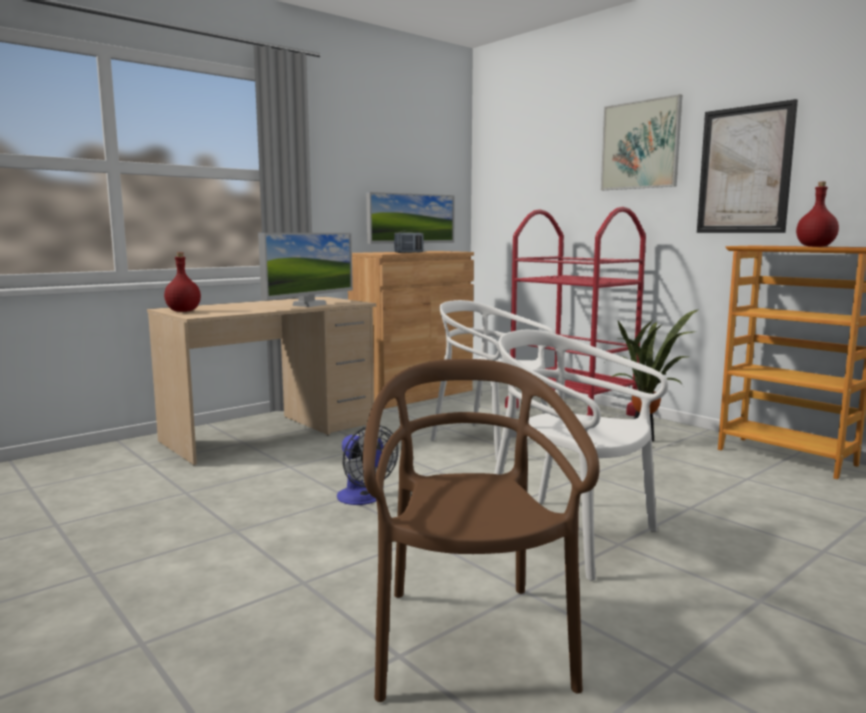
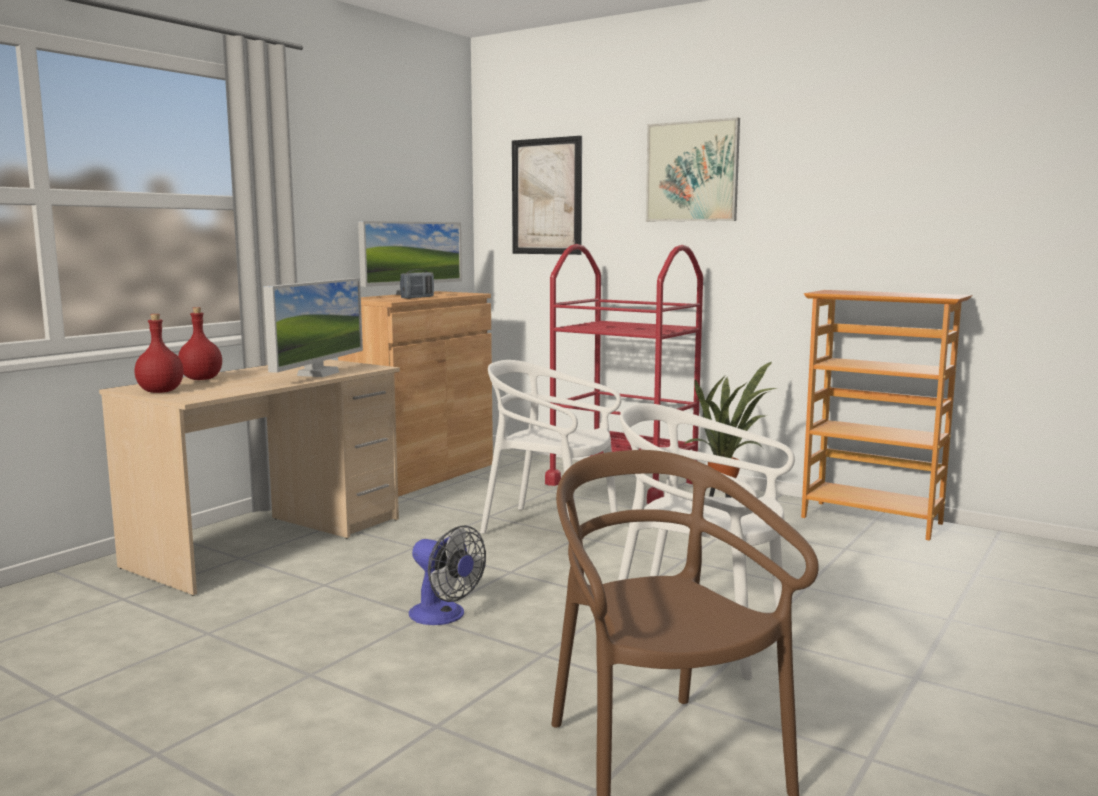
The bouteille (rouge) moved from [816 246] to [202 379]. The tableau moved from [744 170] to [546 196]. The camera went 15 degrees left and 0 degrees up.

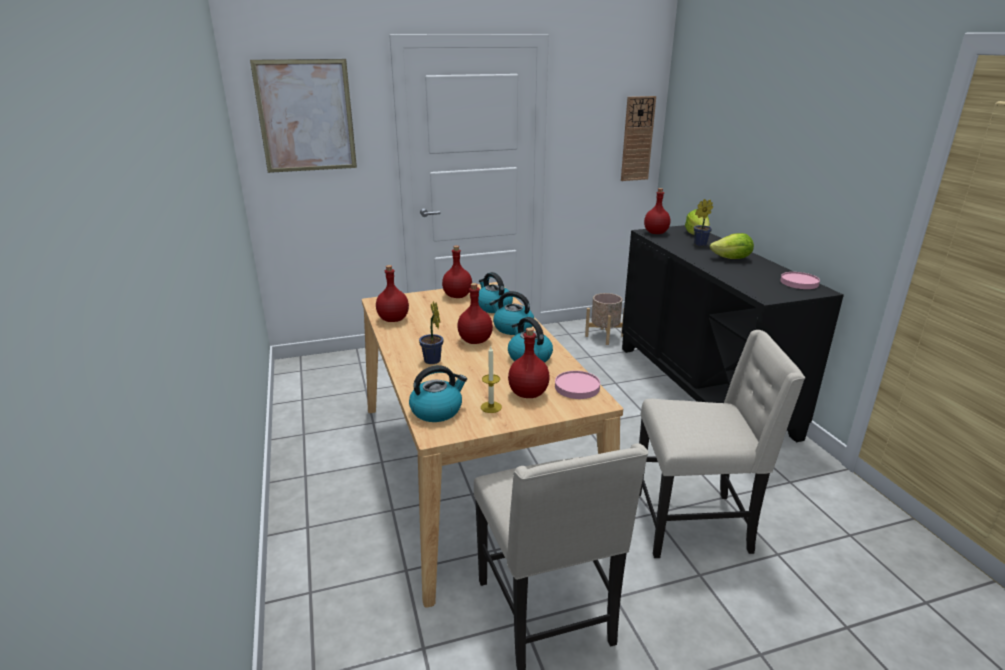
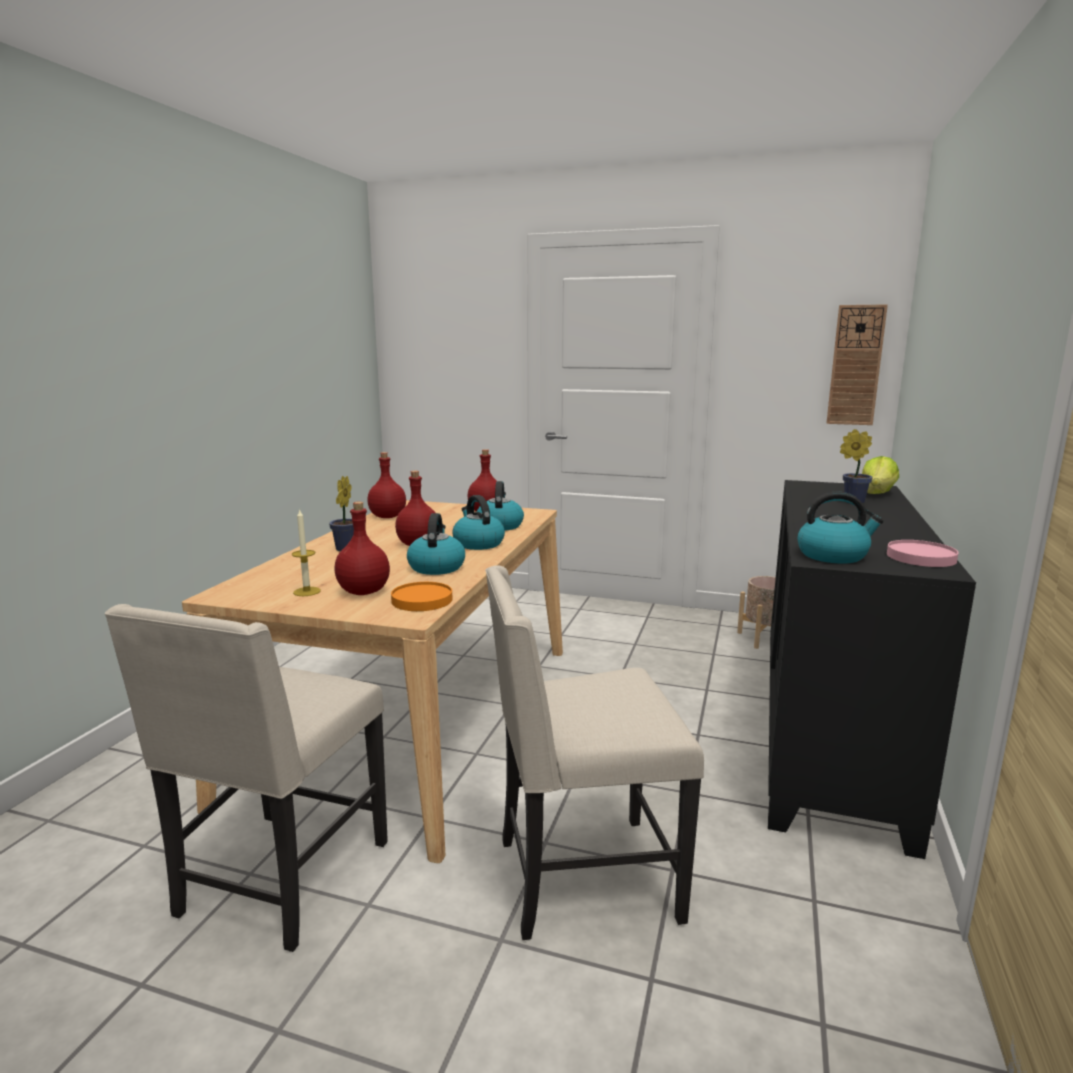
The assiette (rose) at [577 387] became the assiette (orange) at [422 600]. The chaise (beige) at [694 523] turned 135 degrees clockwise. The bouilloire moved from [437 410] to [833 555]. The tableau at [306 116] disappeared. The bouteille (rouge) at [655 233] disappeared. The laitue at [732 259] disappeared. The camera went 35 degrees right and 10 degrees down.

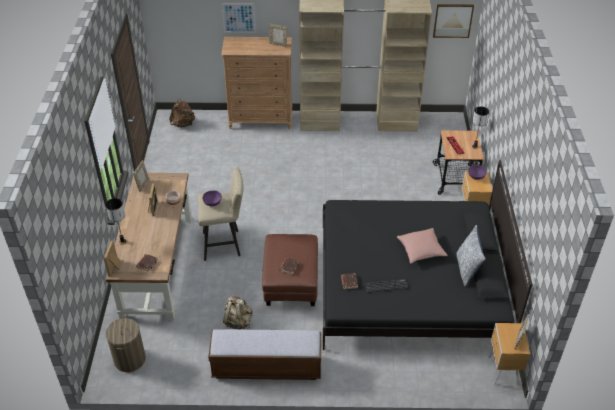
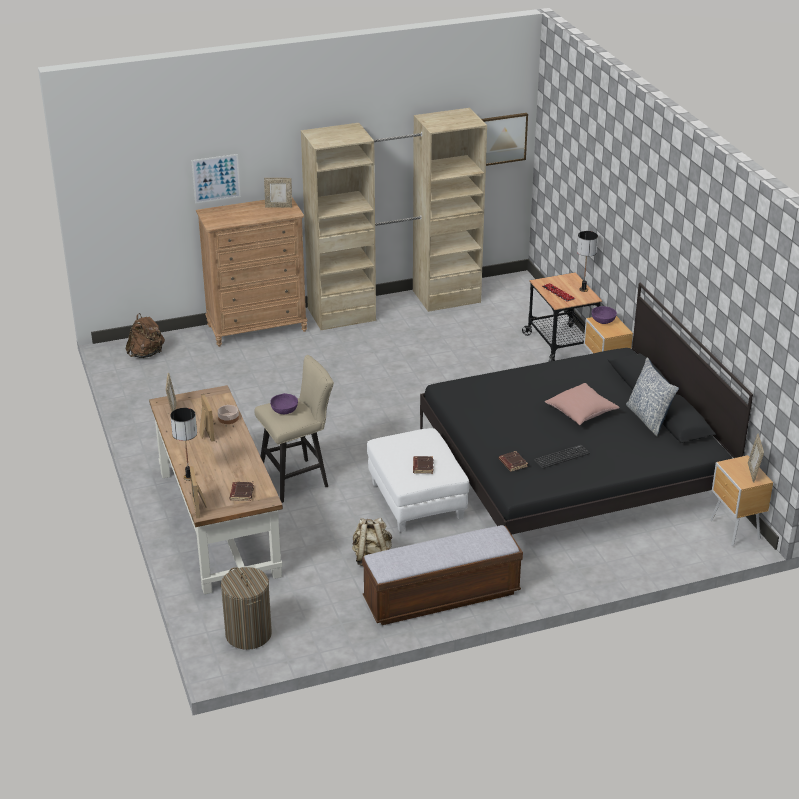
The pouf (marron) at [291 283] became the pouf (blanc) at [417 501]. The camera went 20 degrees left and 10 degrees down.

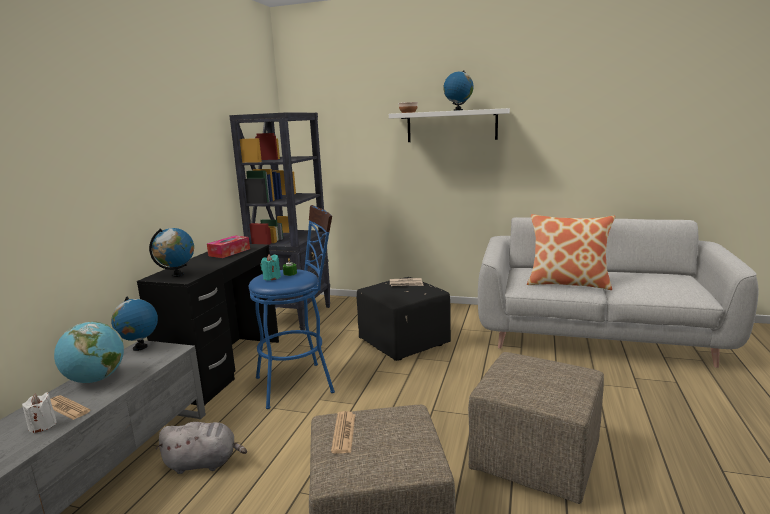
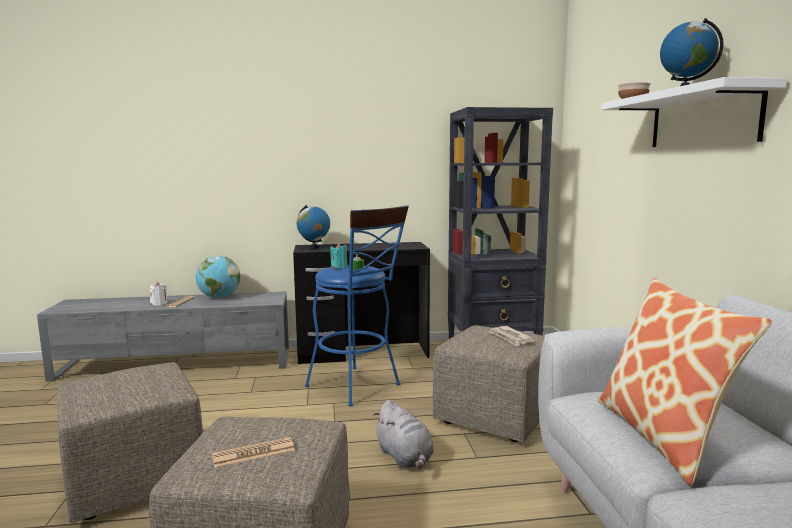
The journal moved from [343 433] to [253 453]. The peluche (gris) moved from [204 463] to [405 458]. The pouf (noir) at [405 343] became the pouf (beige) at [494 418]. The globe at [140 348] disappeared. The boîte à mouchoirs at [229 252] disappeared. The camera went 65 degrees right and 5 degrees down.

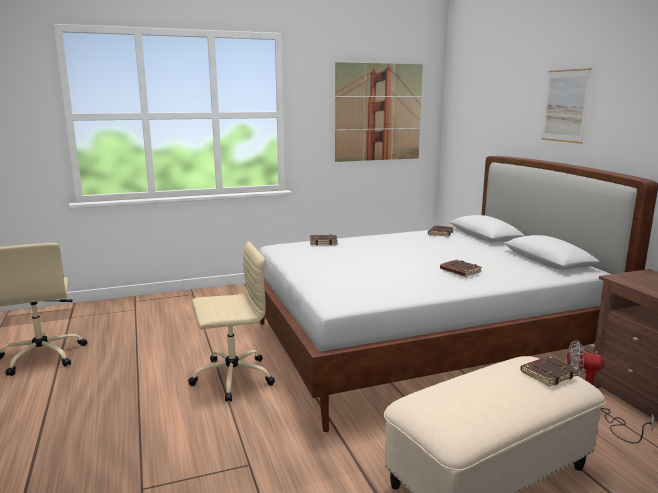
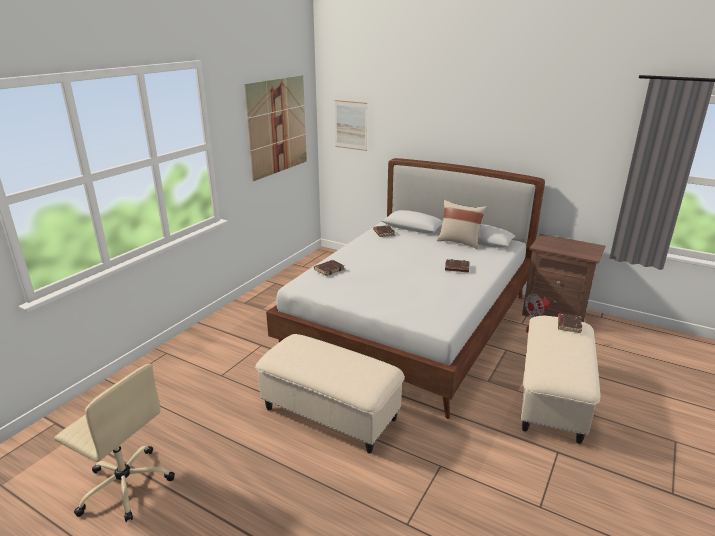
The chaise de bureau (beige) at [231 377] was replaced by the pouf (beige) at [331 413]. The tableau moved from [565 106] to [350 125]. The coussin (beige) at [459 242] appeared. The camera went 40 degrees left and 10 degrees up.

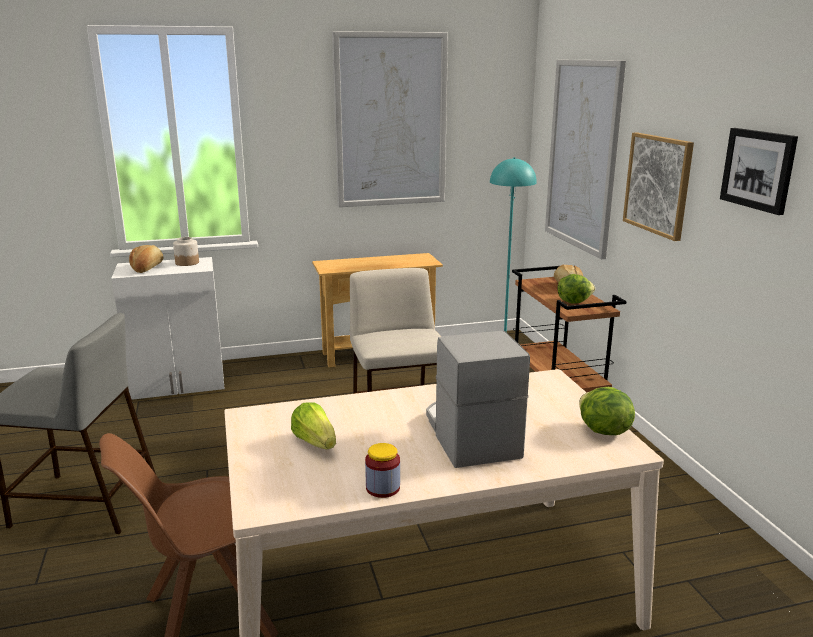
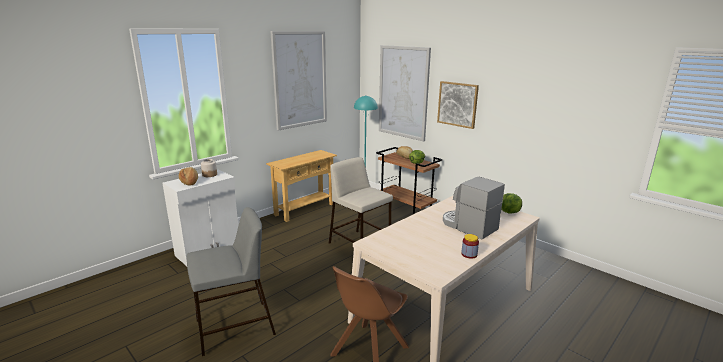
The laitue at [315 442] disappeared. The tableau at [758 169] disappeared. The camera went 30 degrees left and 0 degrees up.

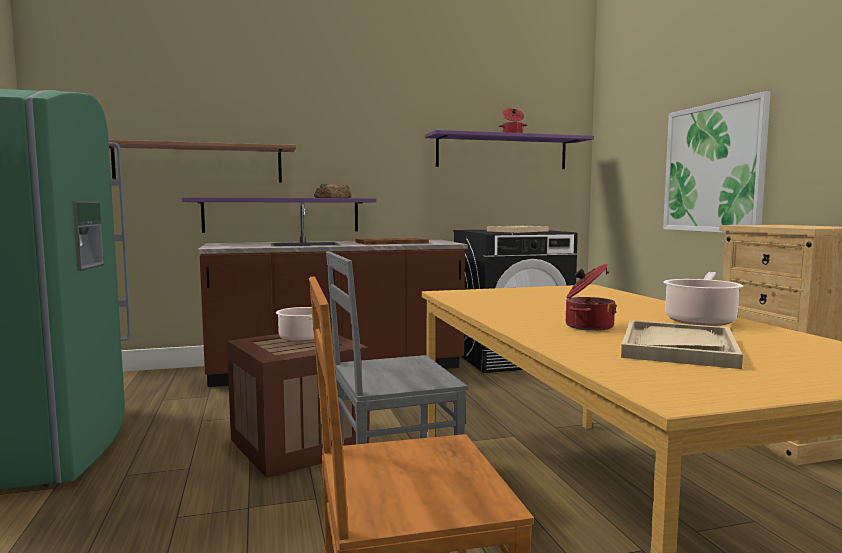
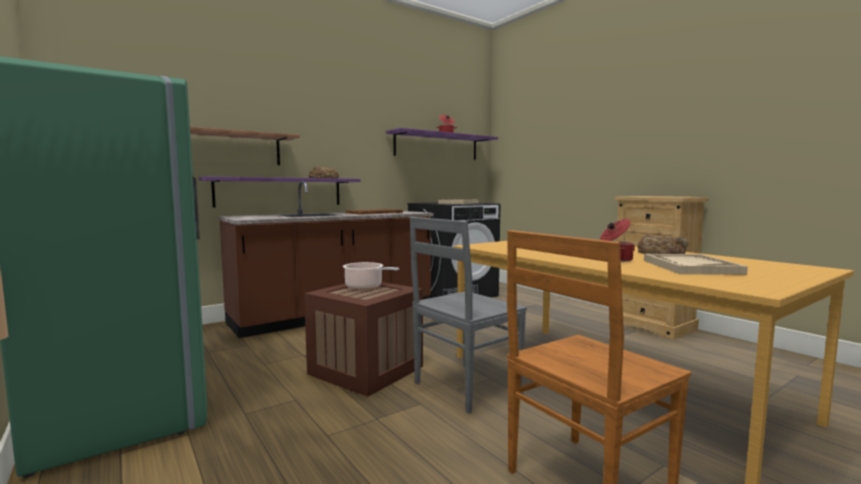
The marmite at [700 320] was replaced by the pain at [661 253]. The tableau at [713 168] disappeared. The camera went 20 degrees left and 0 degrees up.

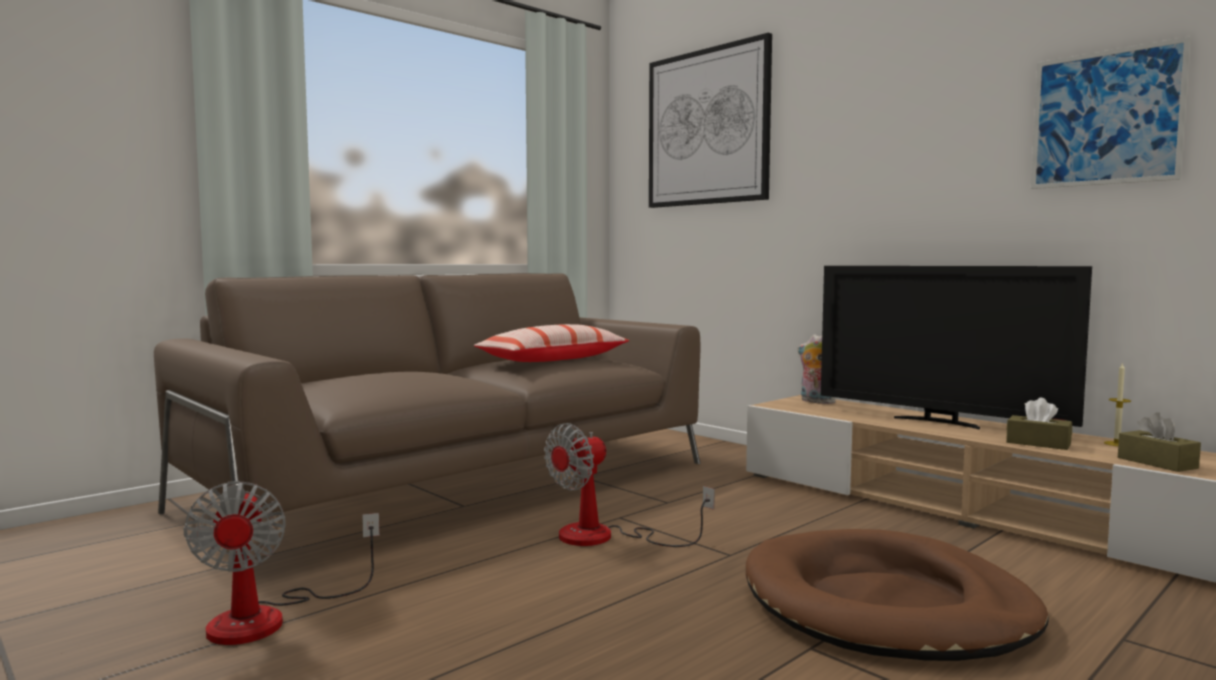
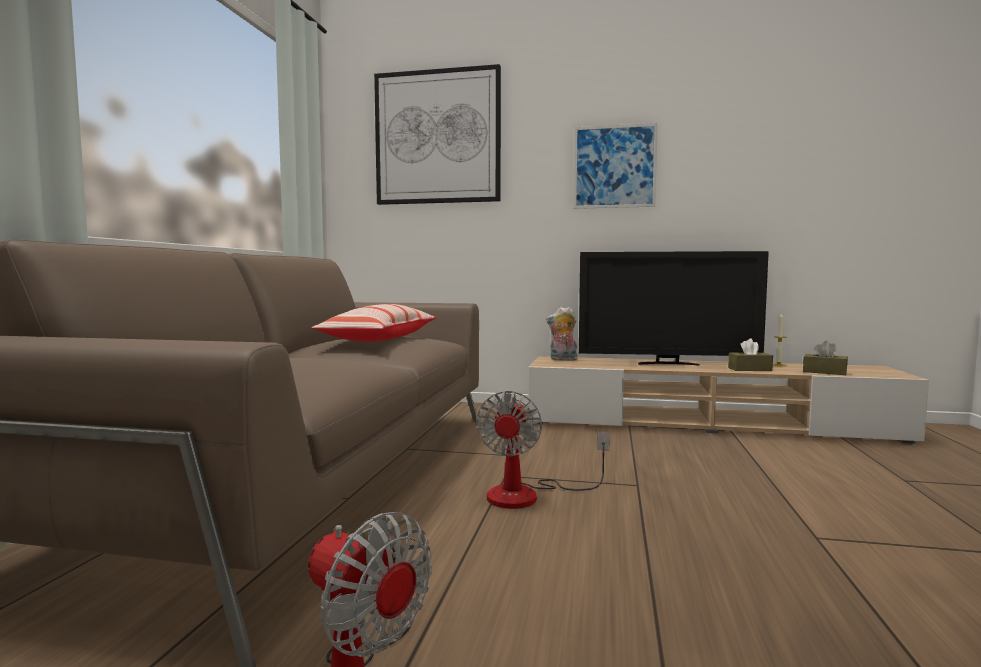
The tableau moved from [1105 118] to [614 166]. The panier pour chien (marron) at [886 605] disappeared. The camera went 35 degrees left and 0 degrees up.

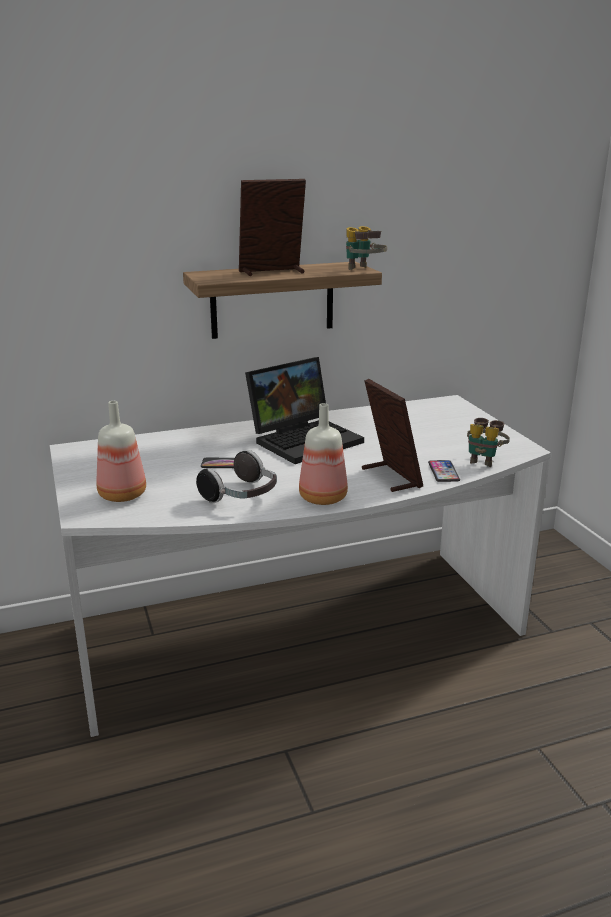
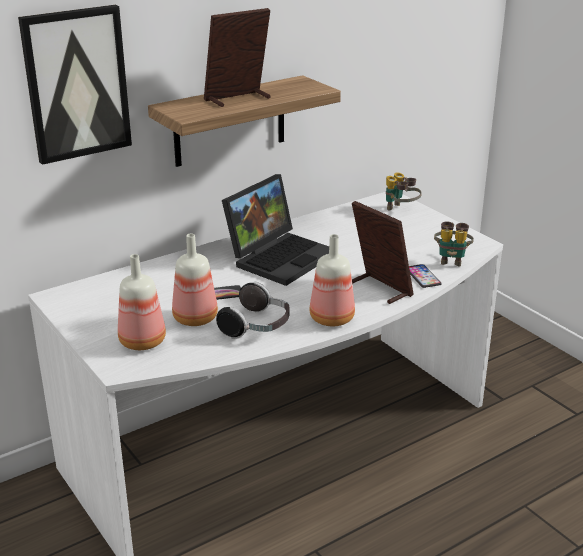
The tableau at [76 84] appeared. The bouteille at [196 319] appeared. The jumelles moved from [363 270] to [400 210]. The camera went 15 degrees left and 5 degrees up.

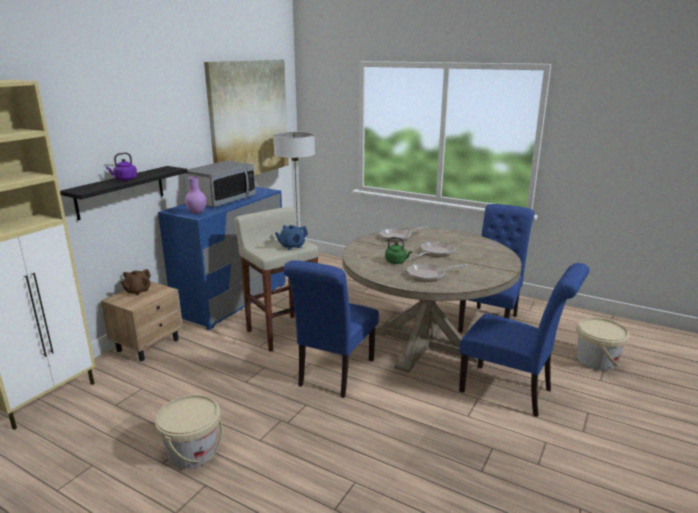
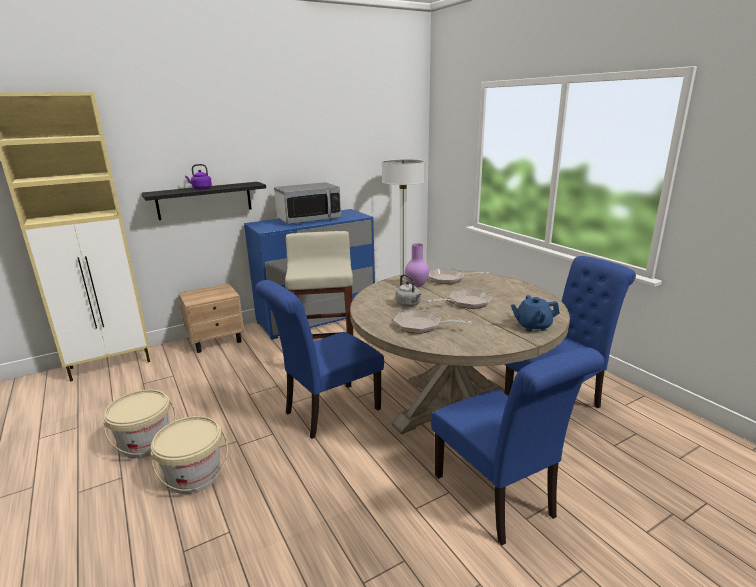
The seau (beige) moved from [596 360] to [194 476]. The bouilloire (vert) at [396 262] became the bouilloire (gris) at [409 304]. The vase (violet) moved from [197 213] to [417 285]. The théière (bleu) moved from [291 246] to [532 326]. The théière (marron) at [137 291] disappeared. The tableau at [249 119] disappeared. The camera went 30 degrees right and 0 degrees up.

